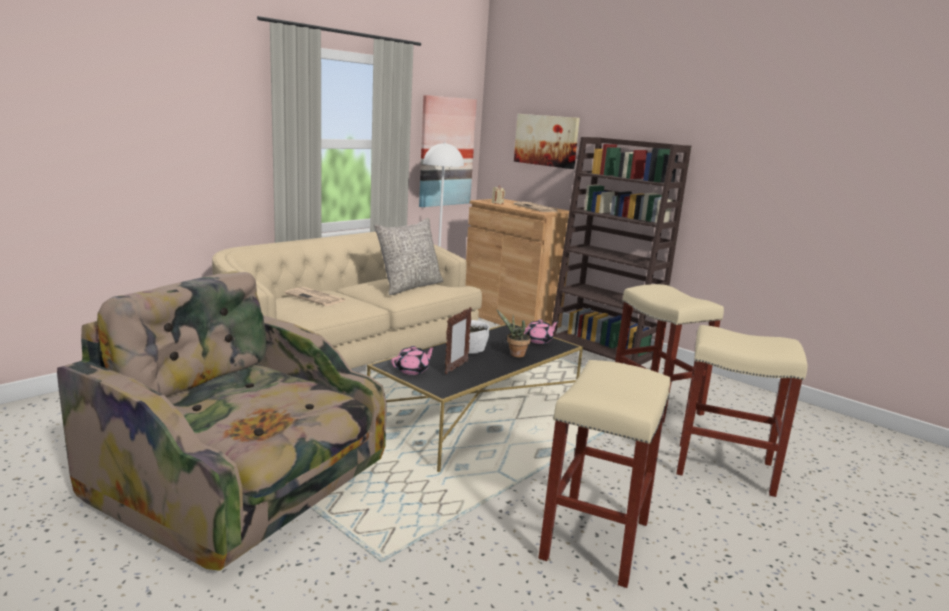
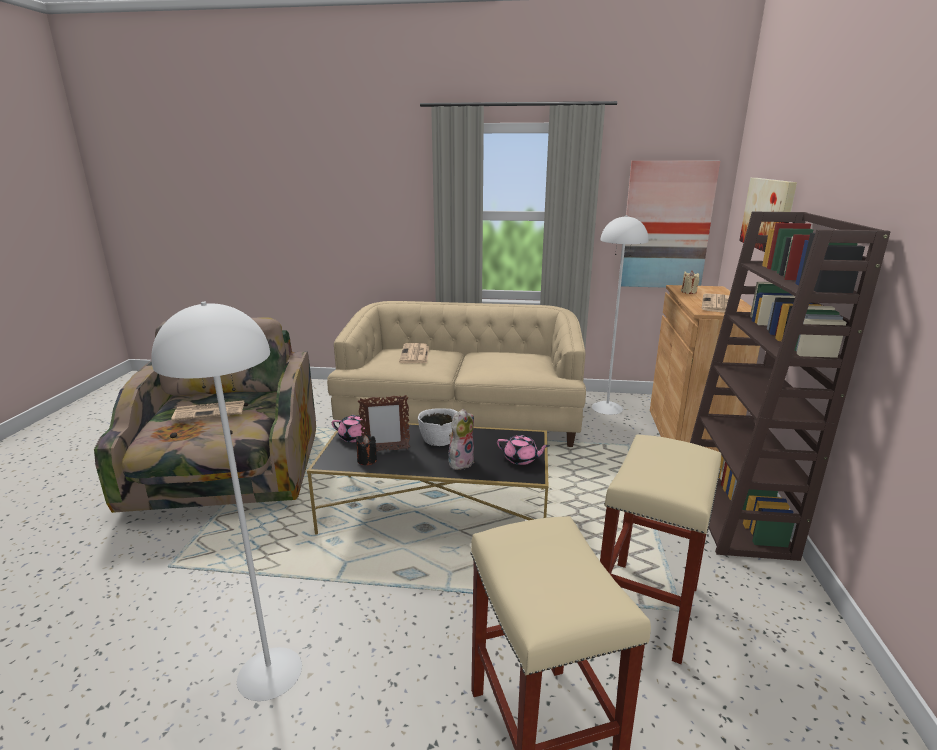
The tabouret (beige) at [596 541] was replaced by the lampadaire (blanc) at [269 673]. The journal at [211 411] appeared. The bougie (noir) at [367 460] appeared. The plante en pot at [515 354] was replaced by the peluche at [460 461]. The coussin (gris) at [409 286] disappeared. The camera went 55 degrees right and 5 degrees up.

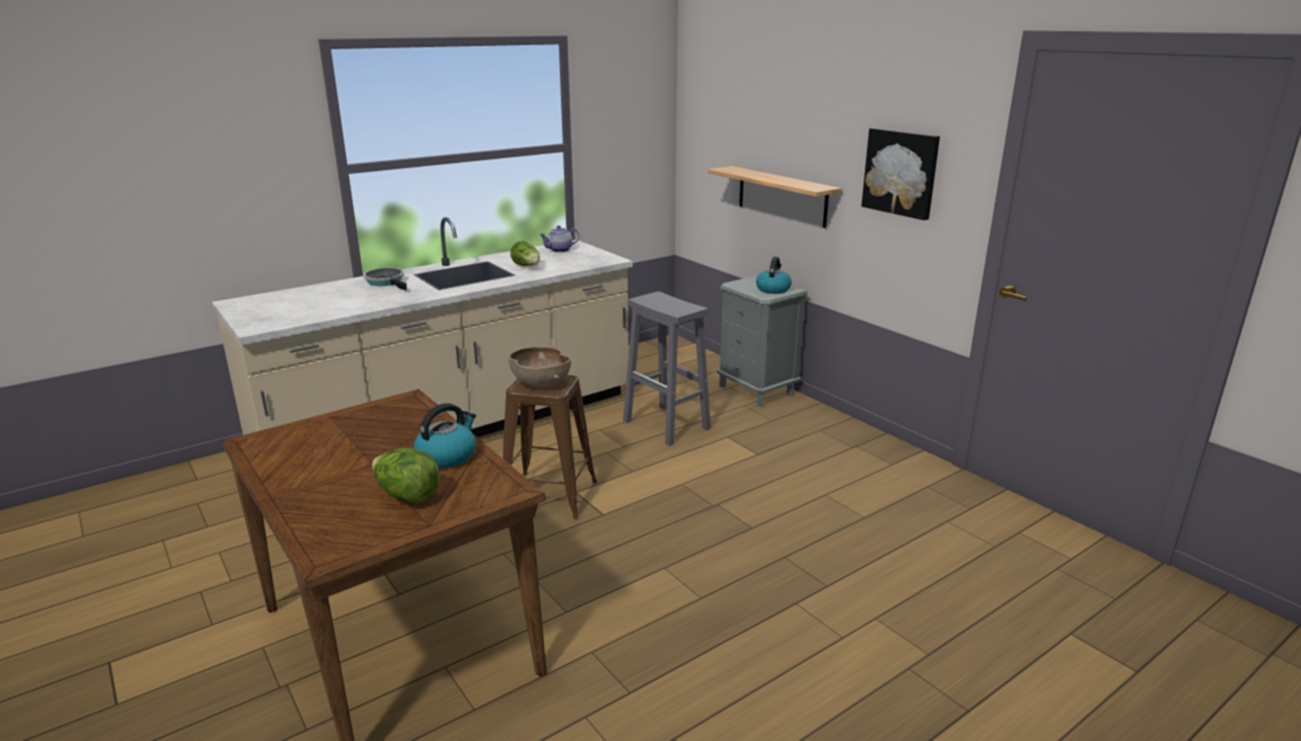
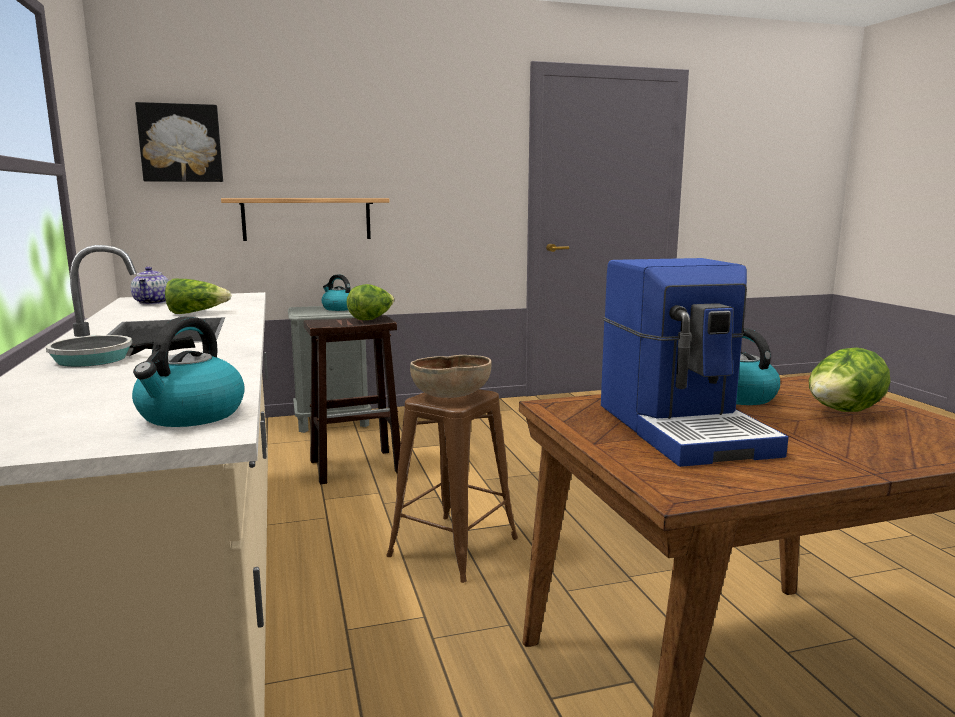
The bouilloire at [191 415] appeared. The tableau moved from [901 172] to [181 143]. The tabouret (gris) at [667 425] became the tabouret (marron) at [357 466]. The laitue at [371 319] appeared. The machine à café at [684 428] appeared. The camera went 70 degrees left and 10 degrees down.

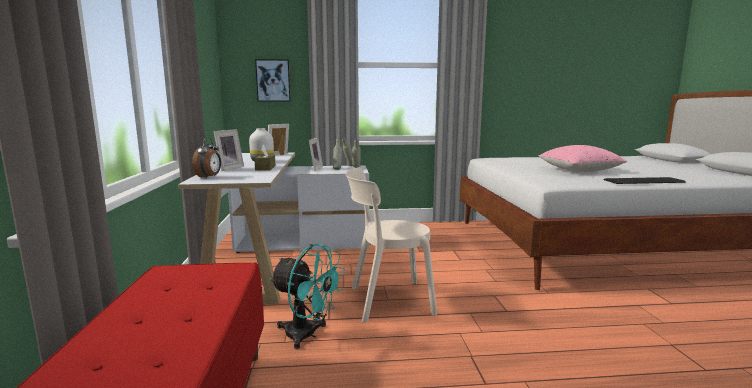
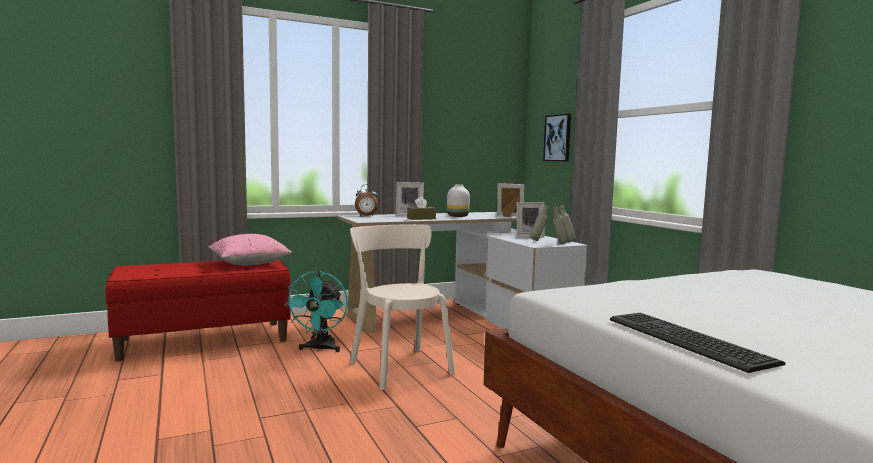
The coussin (rose) moved from [579 171] to [249 264]. The camera went 70 degrees right and 5 degrees down.

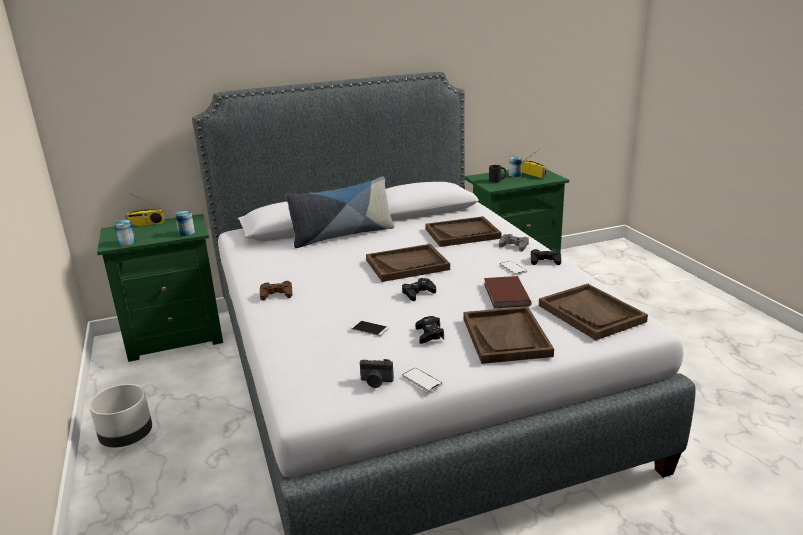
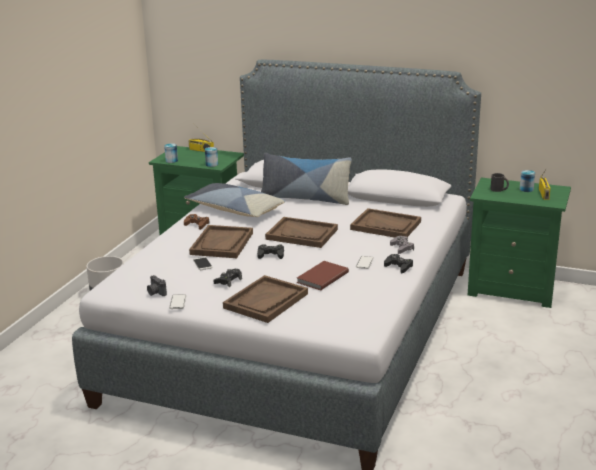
The coussin at [235 209] appeared. The plateau (marron) moved from [591 313] to [222 243]. The camera went 40 degrees right and 0 degrees up.

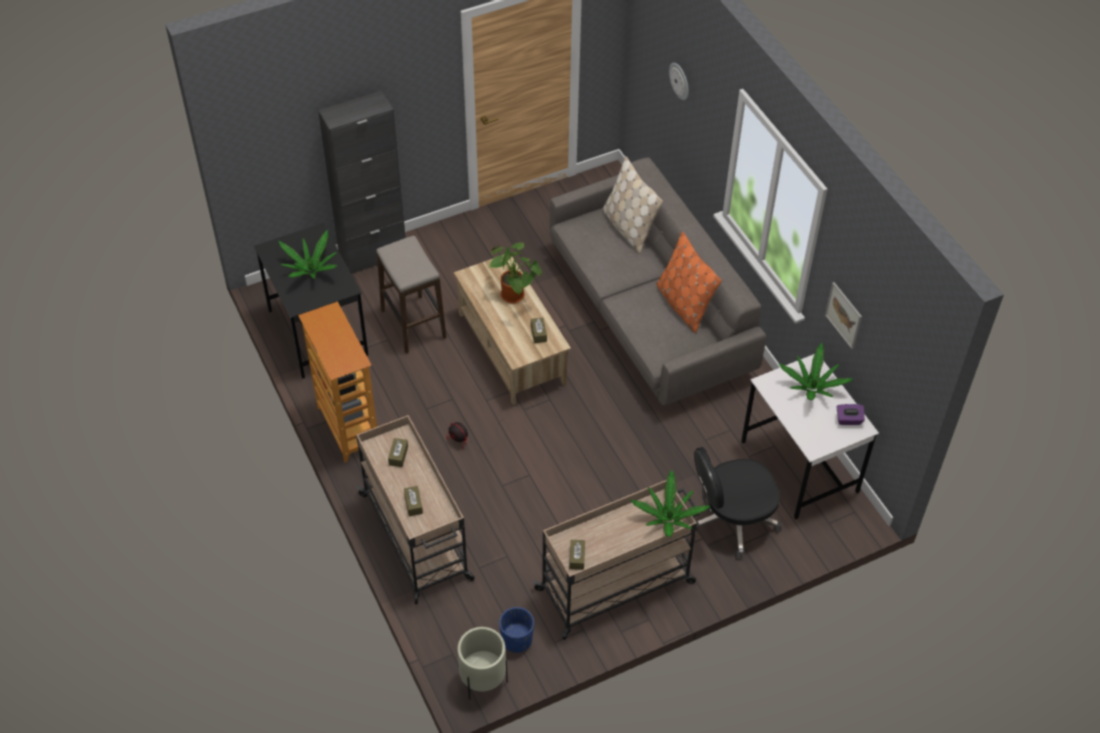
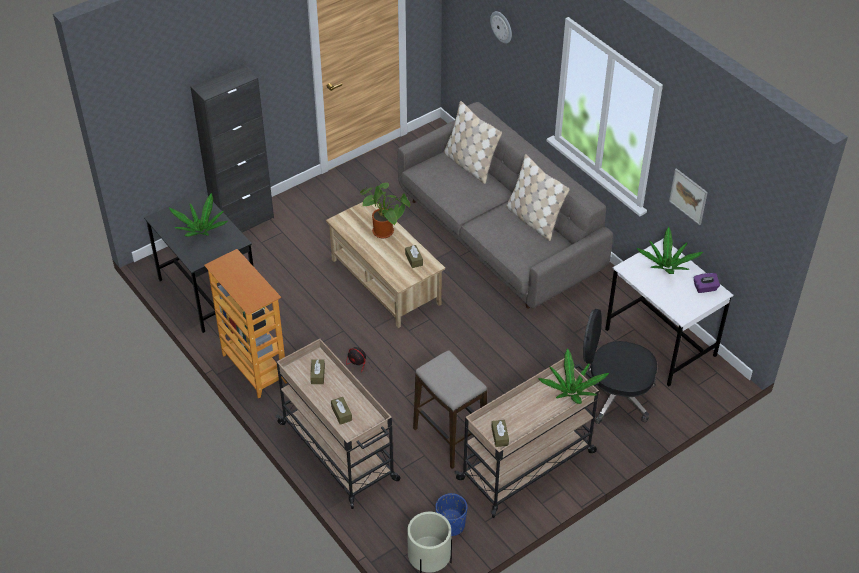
The tabouret moved from [413 324] to [449 437]. The coussin (orange) at [683 305] became the coussin (beige) at [533 220]. The chaise de bureau (noir) at [731 520] turned 45 degrees clockwise. The camera went 10 degrees left and 5 degrees down.

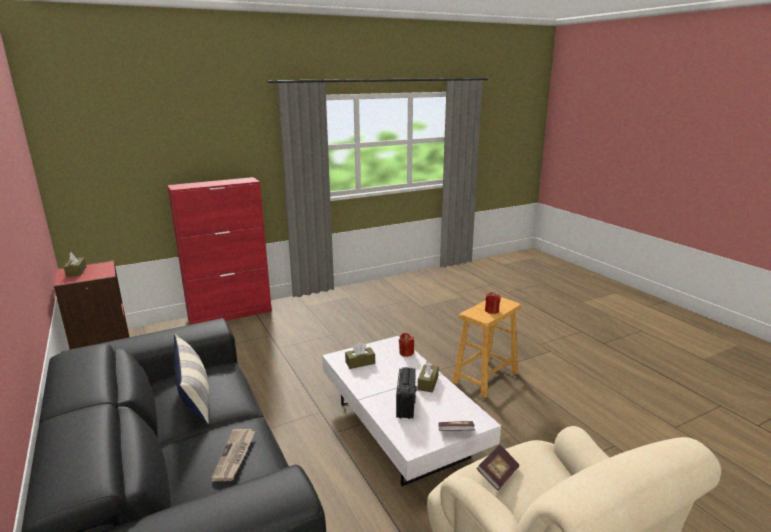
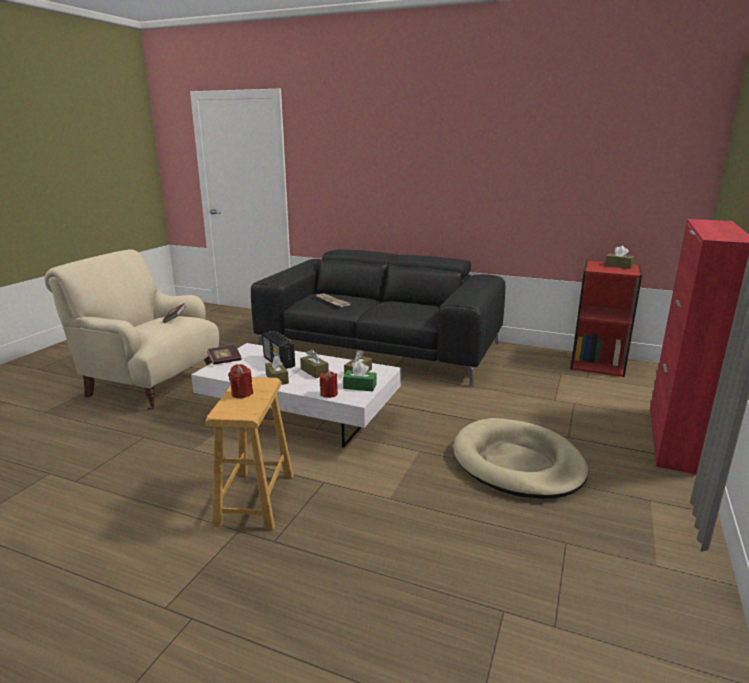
The boîte à mouchoirs (marron) at [314 371] appeared. The boîte à mouchoirs (vert) at [360 386] appeared. The panier pour chien (beige) at [517 463] appeared. The coussin at [194 395] disappeared. The camera went 140 degrees right and 0 degrees up.

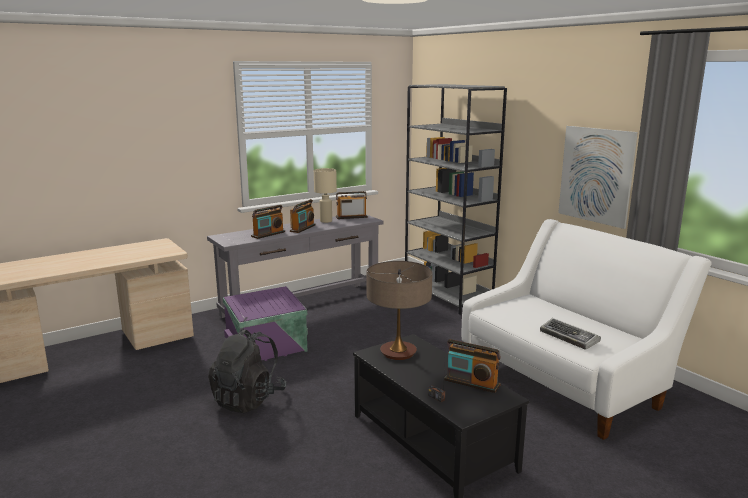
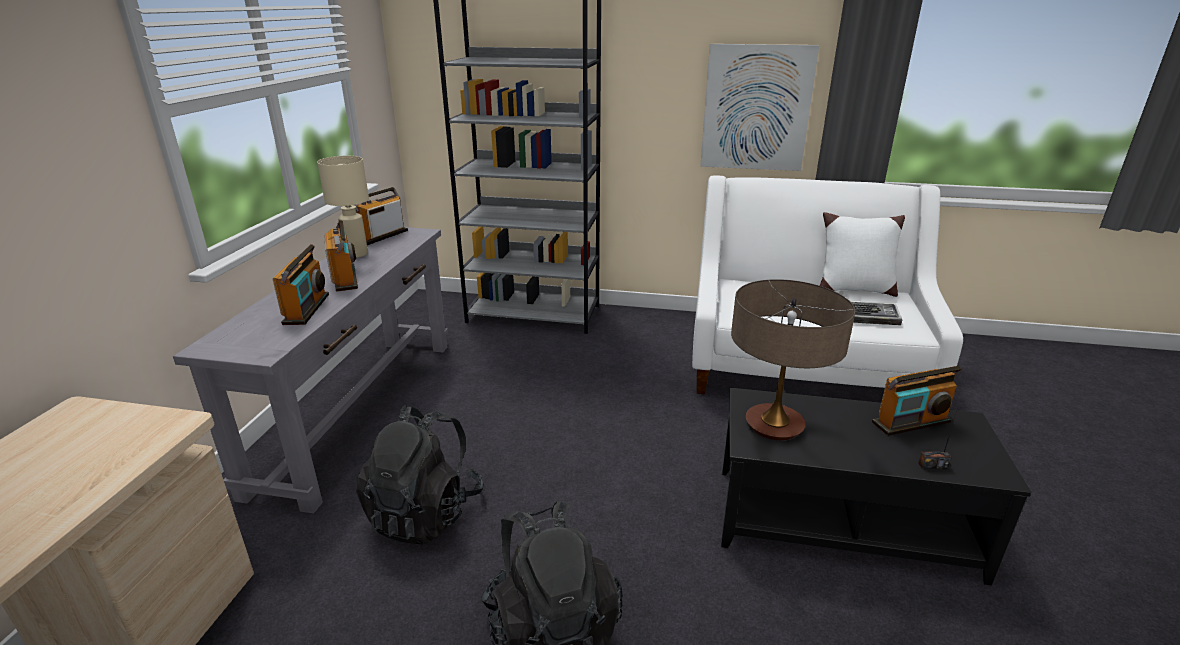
The boîte de rangement (violet) at [267 347] was replaced by the sac à dos (noir) at [425 513]. The coussin (blanc) at [853 289] appeared. The camera went 45 degrees left and 10 degrees up.

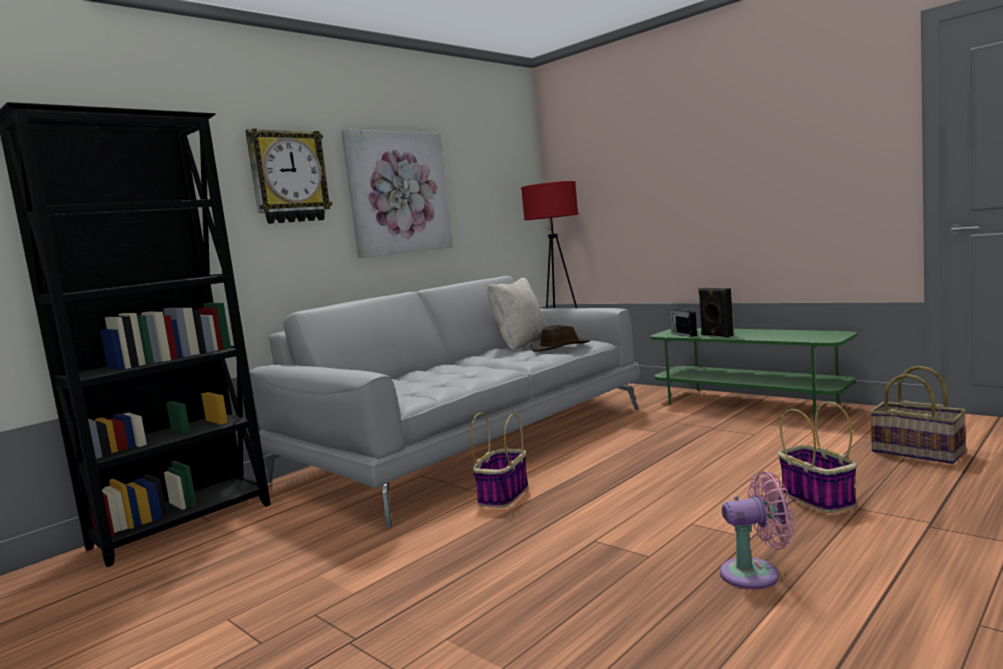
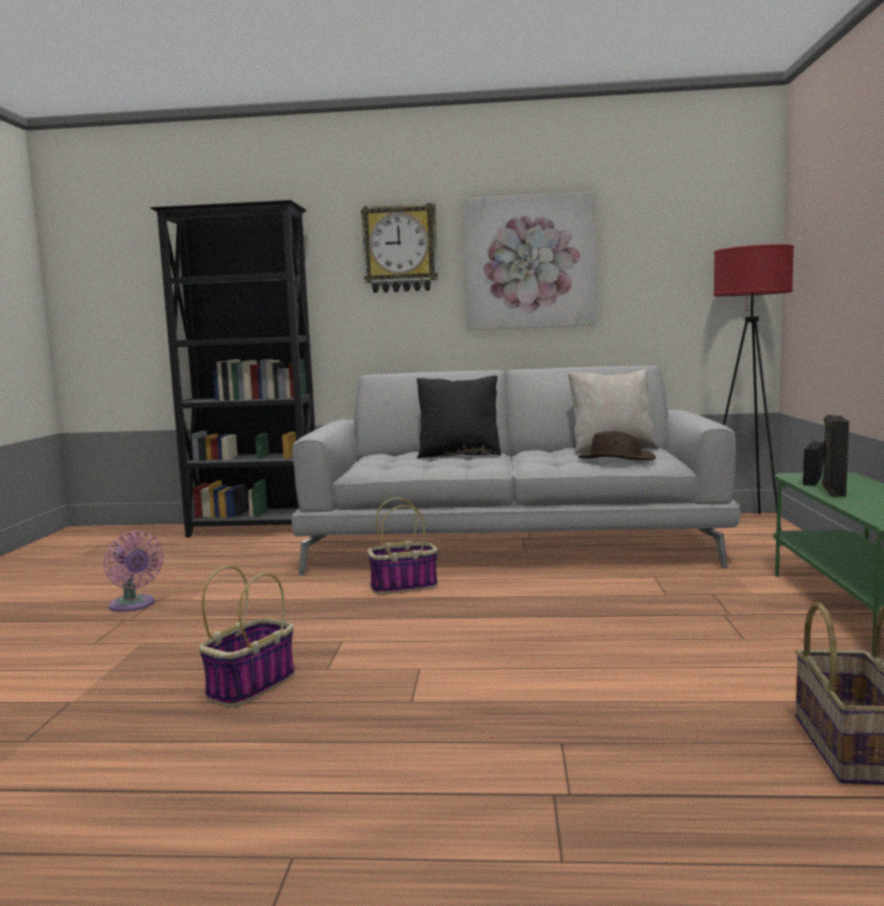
The ventilateur (rose) moved from [756 574] to [133 605]. The panier moved from [815 498] to [251 685]. The coussin (noir) at [459 455] appeared. The camera went 50 degrees right and 0 degrees up.

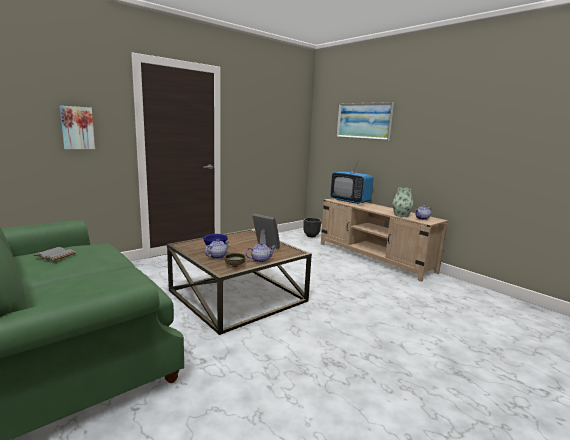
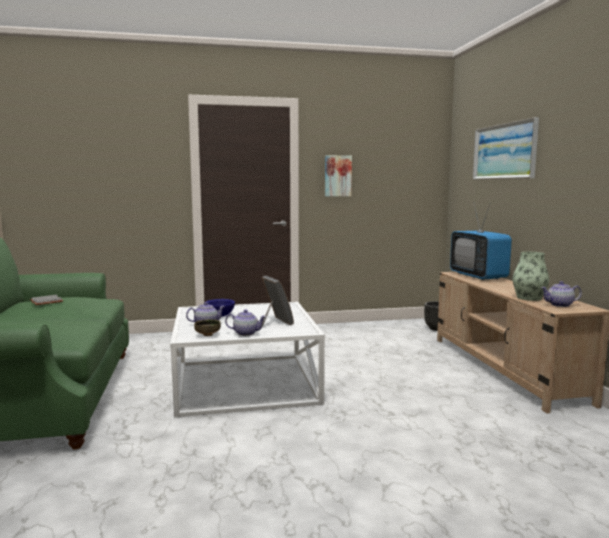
The table basse (marron) at [237 296] became the table basse (blanc) at [244 382]. The tableau moved from [77 128] to [337 176]. The camera went 30 degrees right and 5 degrees down.

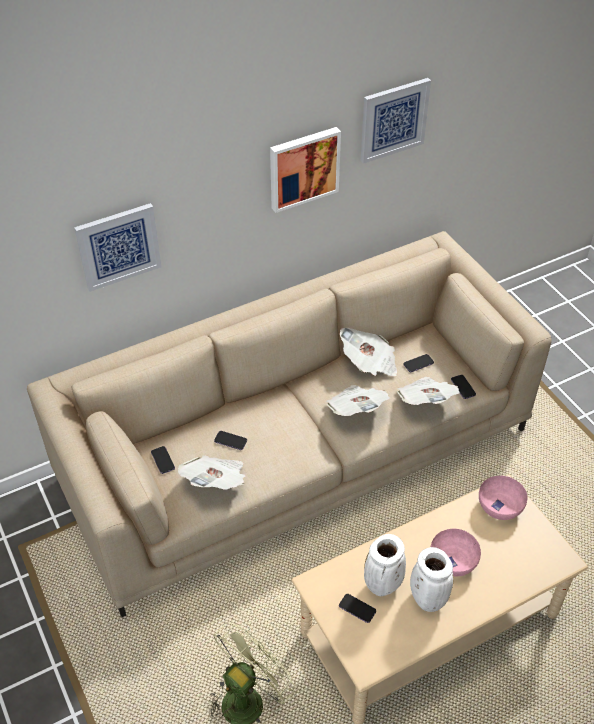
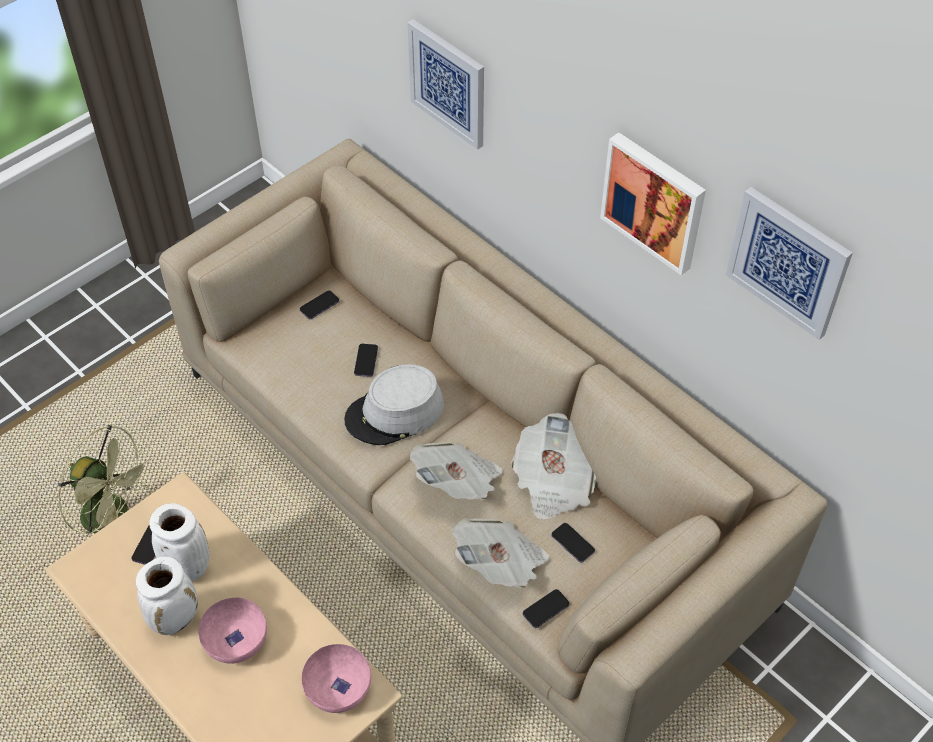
The chapeau (gris) at [395 413] appeared. The journal at [216 482] disappeared. The camera went 75 degrees right and 5 degrees up.

